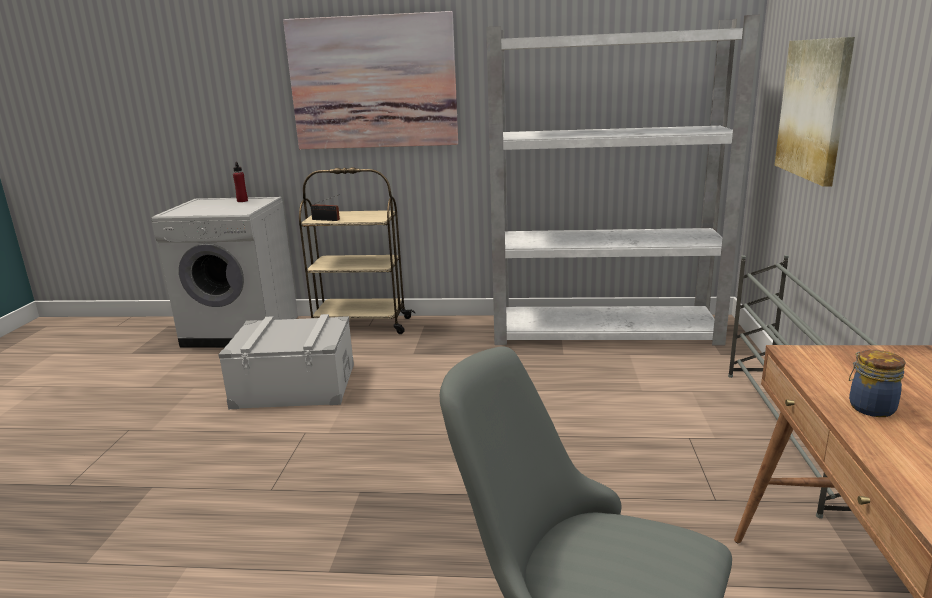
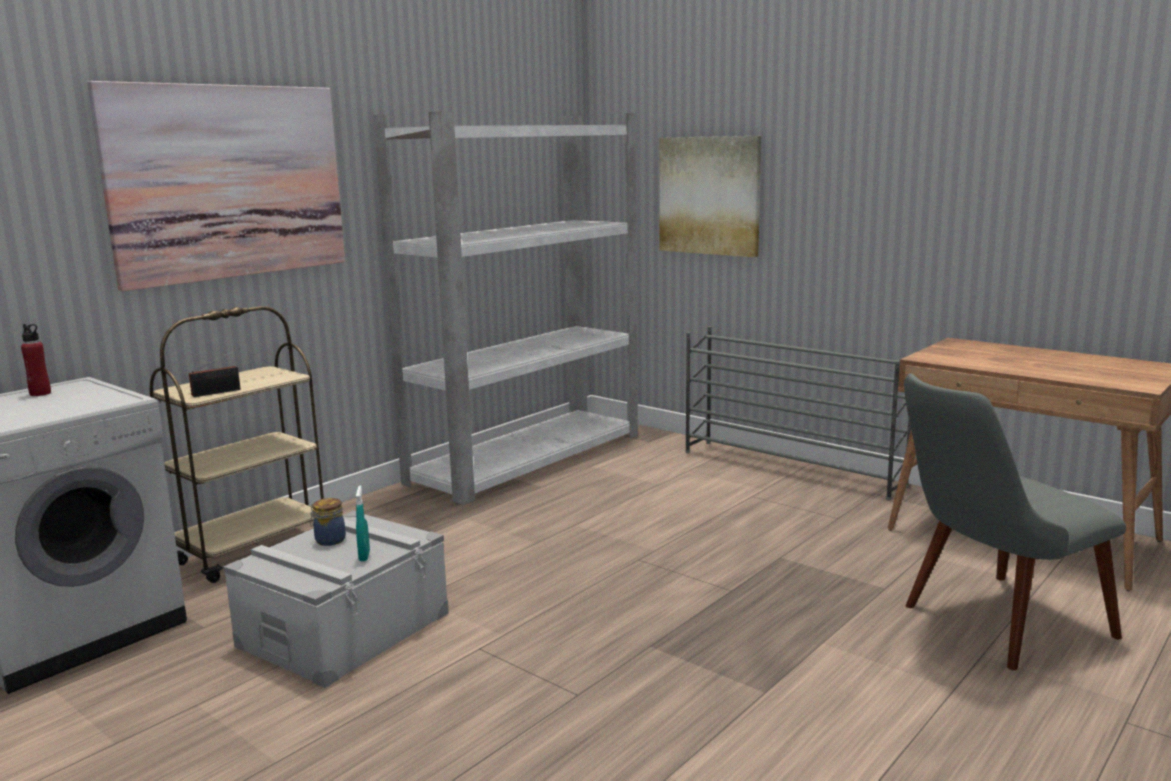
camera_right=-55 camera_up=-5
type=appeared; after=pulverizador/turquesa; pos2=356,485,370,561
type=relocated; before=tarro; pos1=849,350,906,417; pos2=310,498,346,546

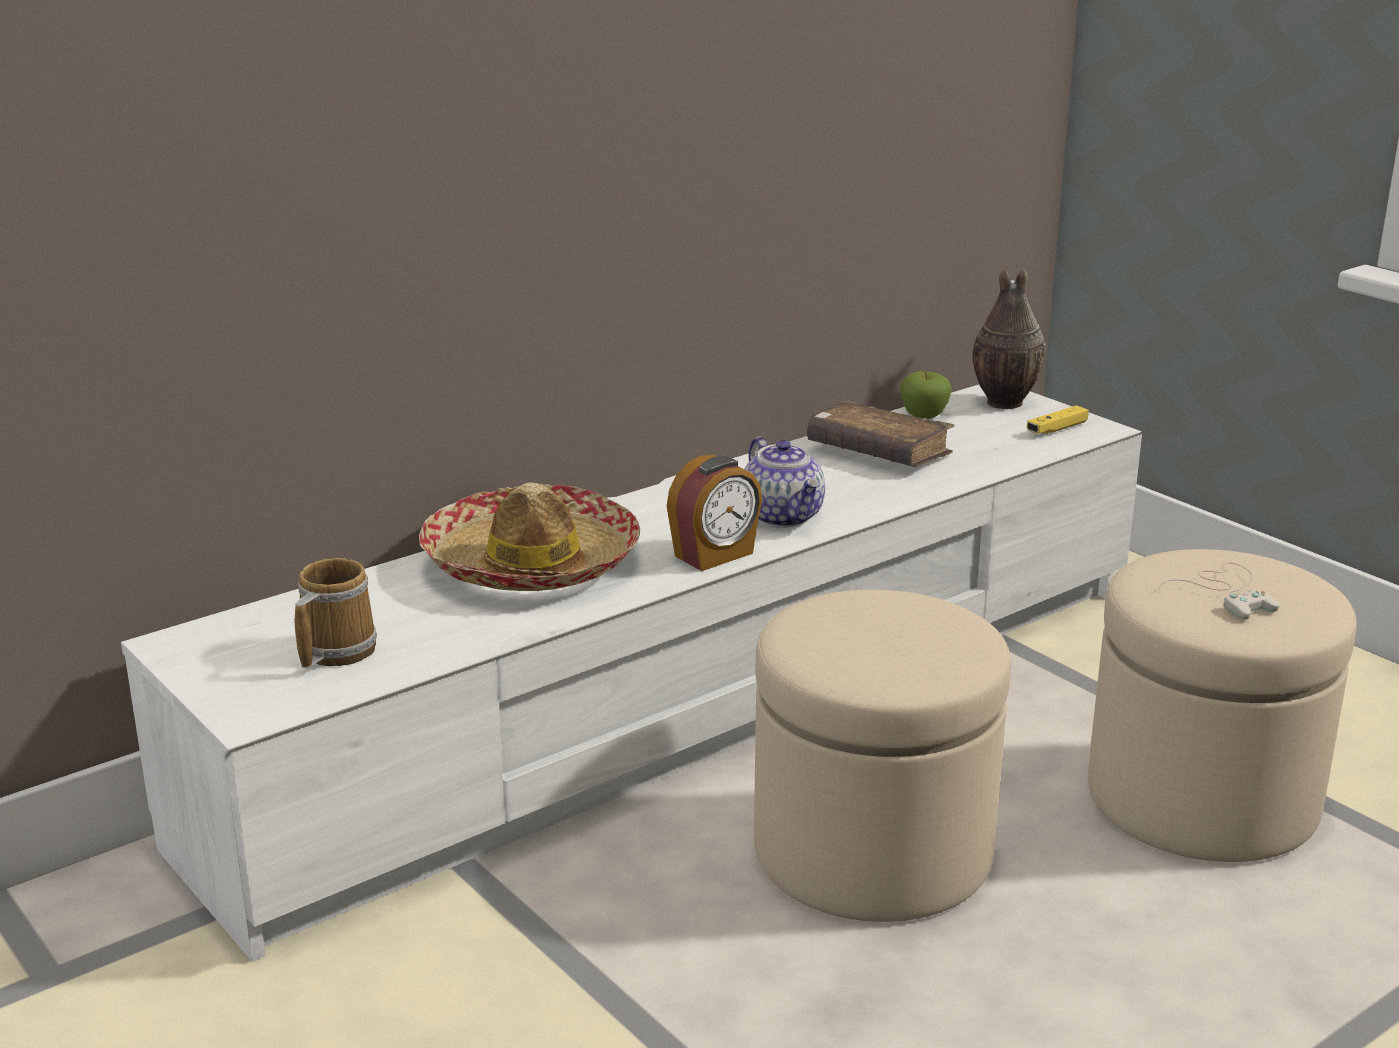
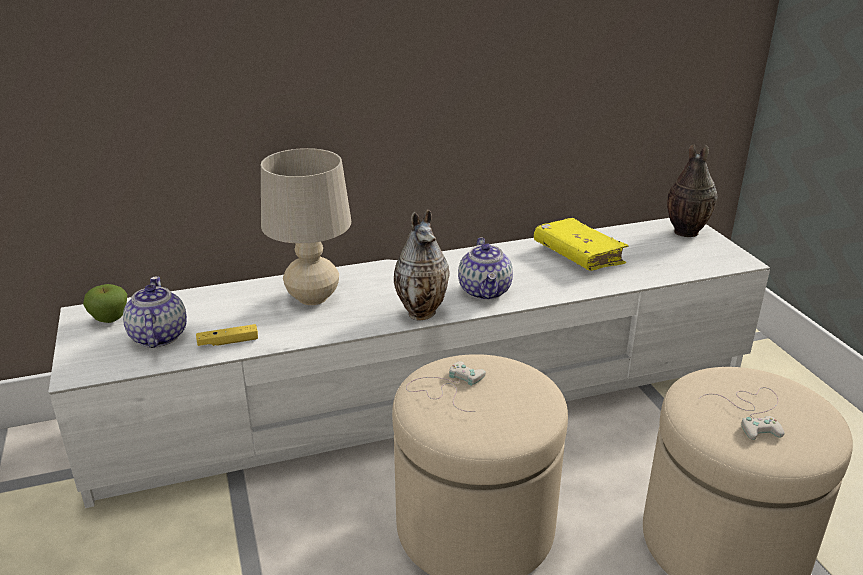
camera_right=20 camera_up=5
type=appeared; after=mando de consola/blanco; pos2=406,361,486,412
type=relocated; before=manzana; pos1=900,371,952,419; pos2=83,284,127,323
type=relocated; before=mando de consola/amarillo; pos1=1026,405,1089,434; pos2=196,324,258,346
type=exchanged; before=taza grande; after=tetera; pos1=295,558,377,668; pos2=123,276,187,348
type=exchanged; before=sombrero; after=lámpara de mesa/beis; pos1=419,482,640,591; pos2=261,148,351,305
type=exchanged; before=despertador; after=florero; pos1=667,455,762,571; pos2=394,209,450,320
type=colour; before=libro/marrón; after=libro/amarillo; pos1=807,401,954,467; pos2=534,218,629,271

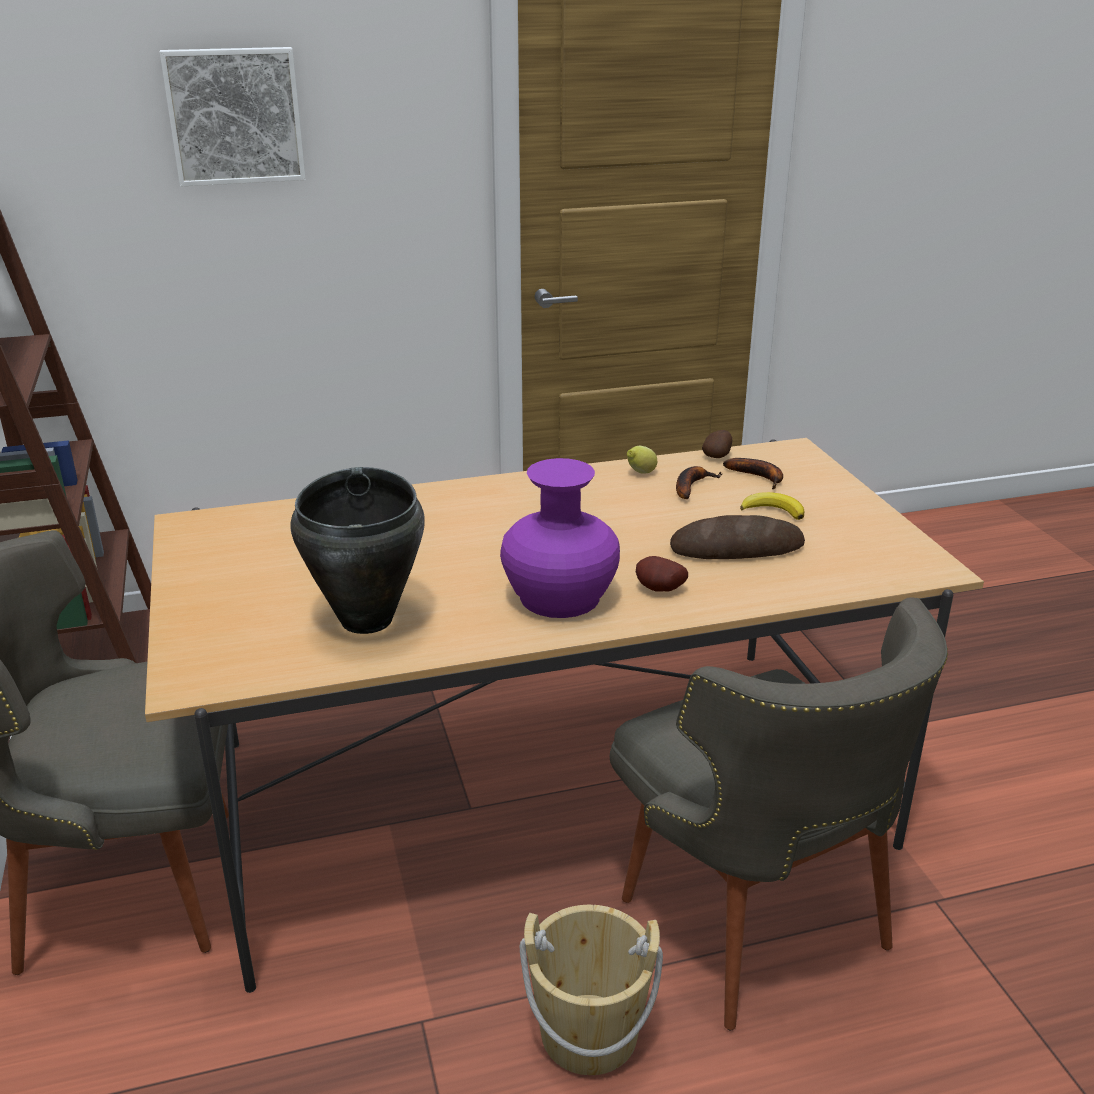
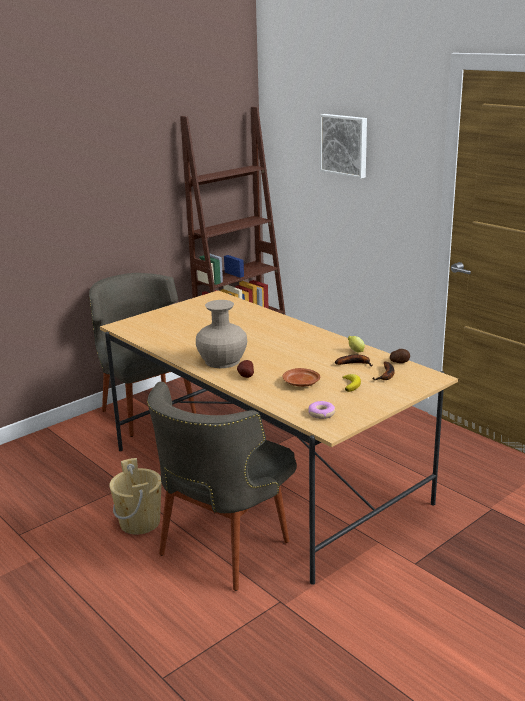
camera_right=65 camera_up=-5
type=missing; before=olla/negro; pos1=290,467,425,634
type=appeared; after=rosquilla; pos2=308,401,335,419
type=exchanged; before=pan; after=plato/marrón; pos1=670,515,805,559; pos2=283,368,320,387
type=colour; before=florero/morado; after=florero/beis; pos1=500,458,620,618; pos2=196,300,247,368

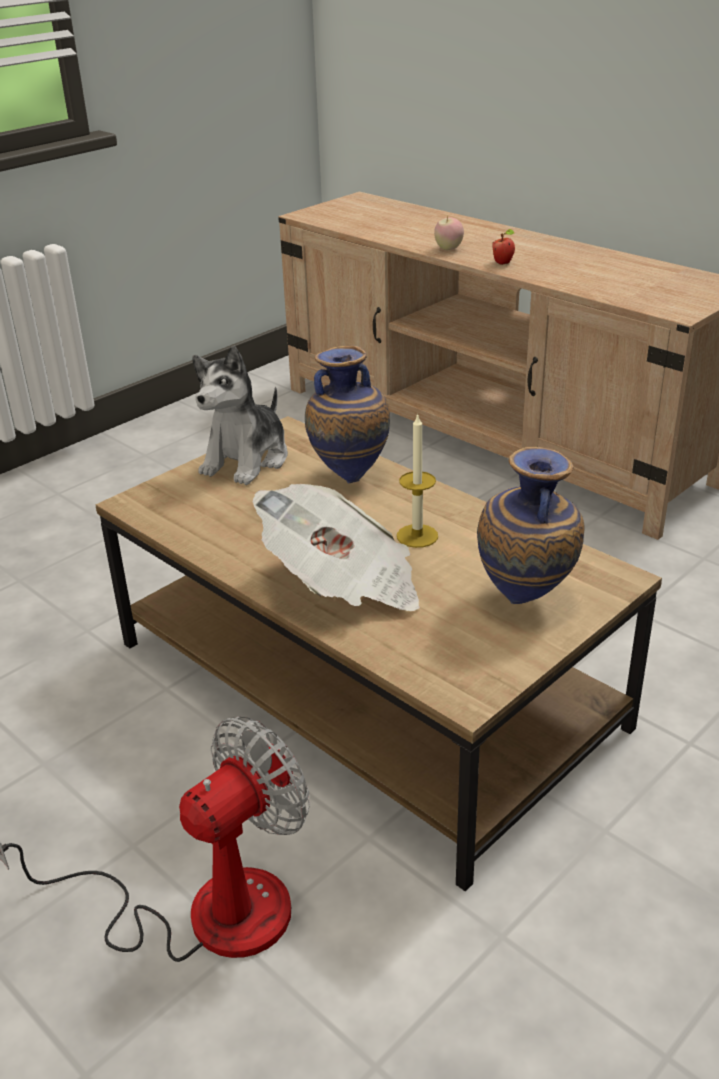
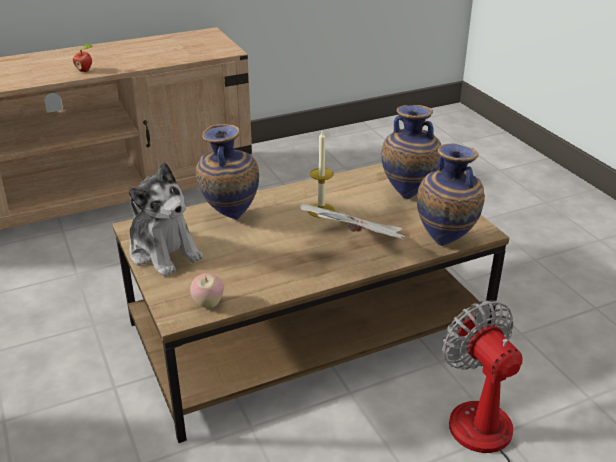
camera_right=-70 camera_up=0
type=appeared; after=florero; pos2=417,144,485,246
type=relocated; before=manzana; pos1=434,215,464,250; pos2=190,273,224,308

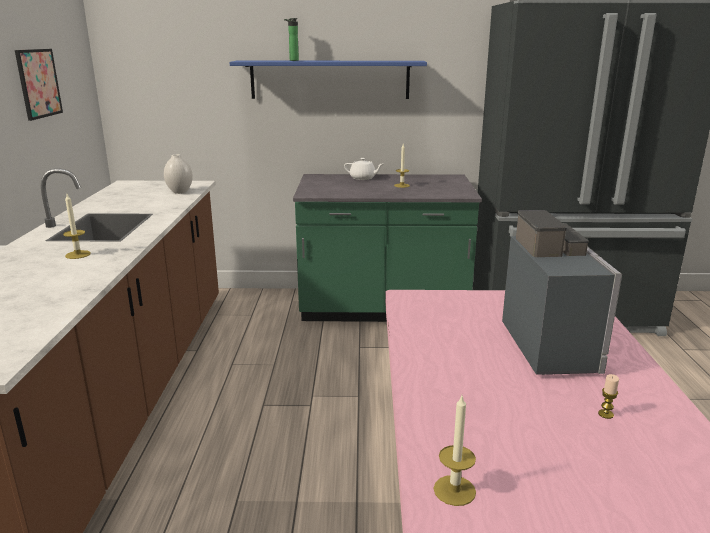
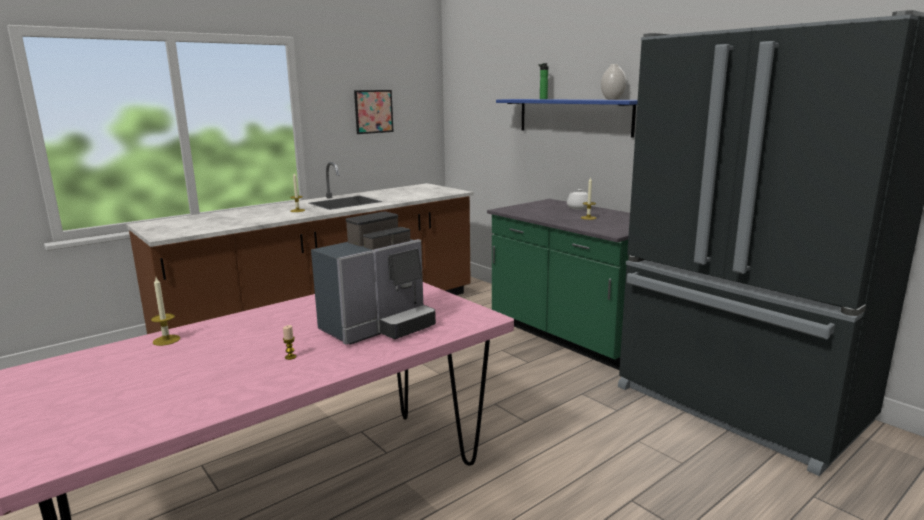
camera_right=50 camera_up=-5
type=relocated; before=florero/blanco; pos1=164,154,193,194; pos2=601,64,626,100

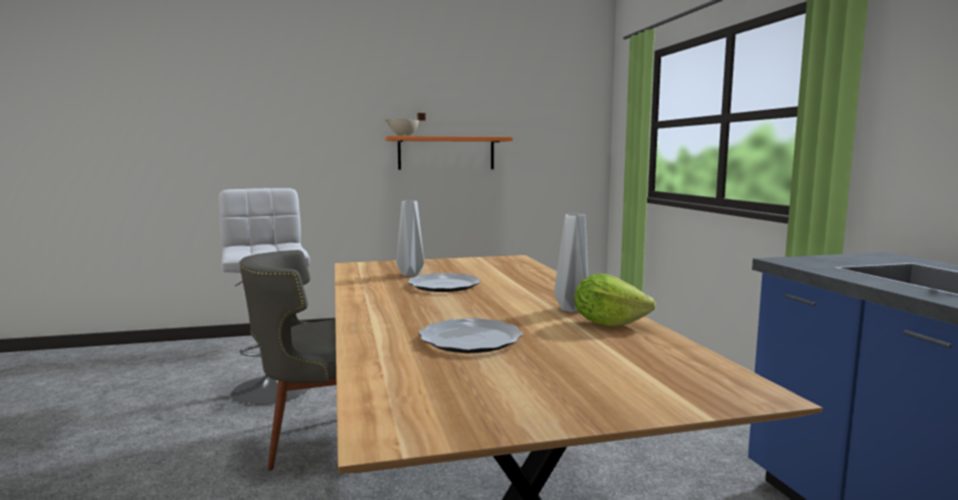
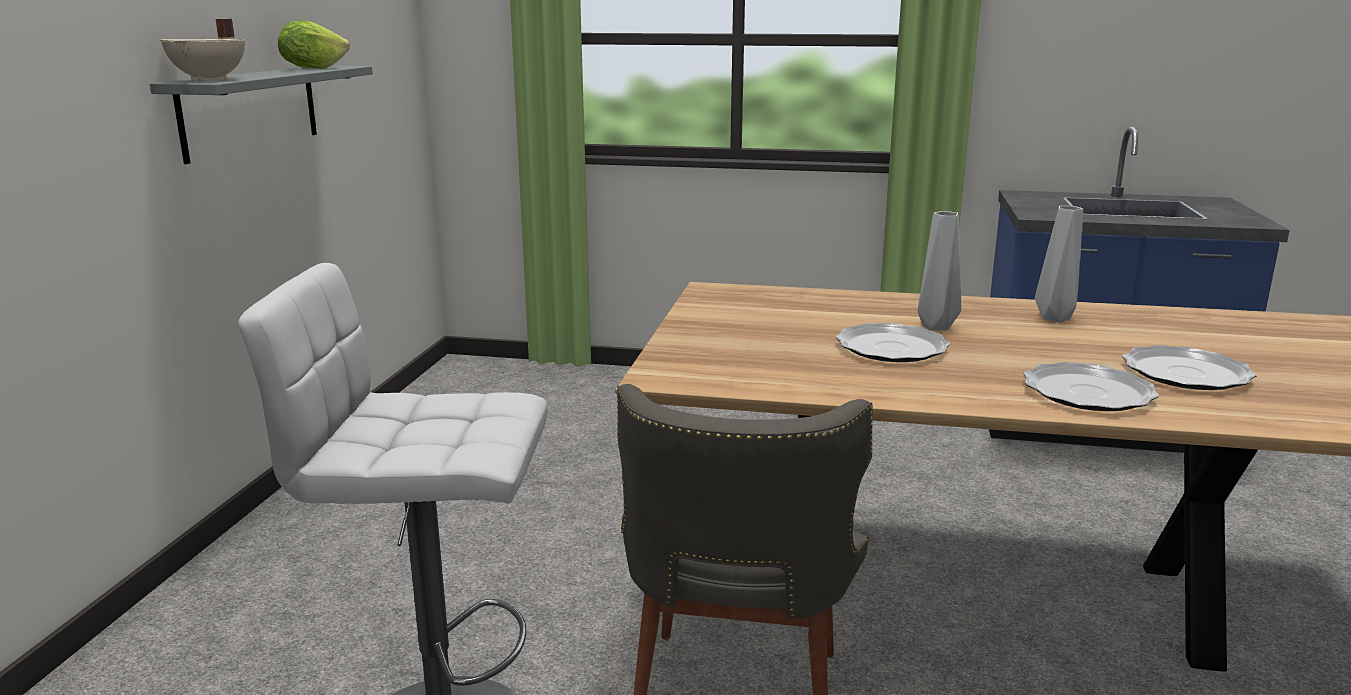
camera_right=-65 camera_up=10
type=appeared; after=plato; pos2=1023,362,1159,411
type=relocated; before=florero/gris; pos1=397,201,424,276; pos2=918,211,961,330
type=relocated; before=lechuga; pos1=574,273,656,327; pos2=278,20,350,69
type=colour; before=estante/naranja; after=estante/gris; pos1=385,136,513,170; pos2=150,65,373,164

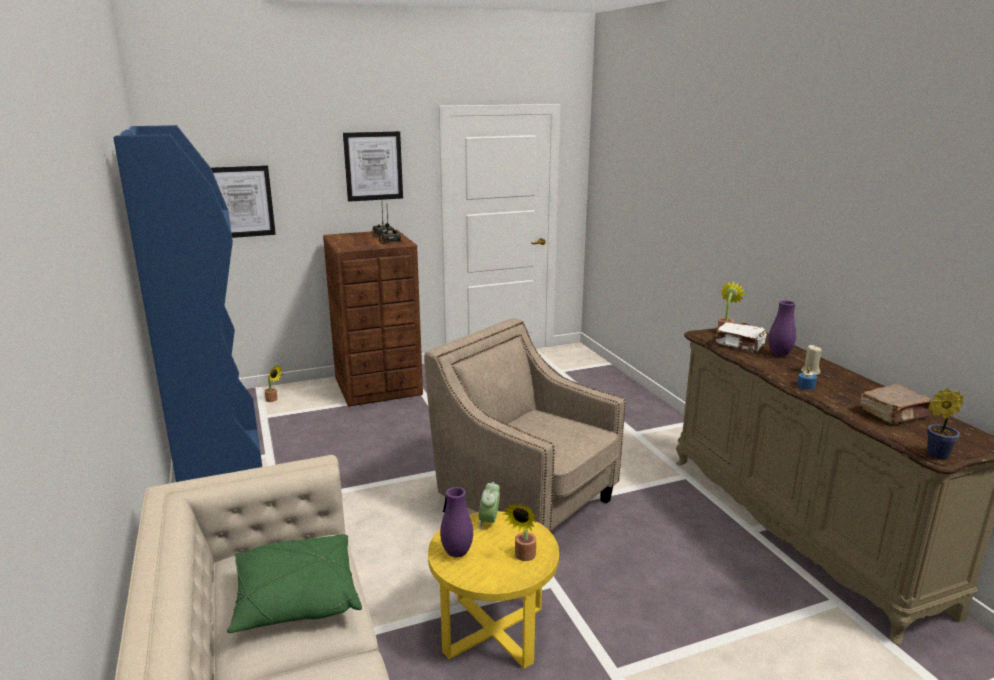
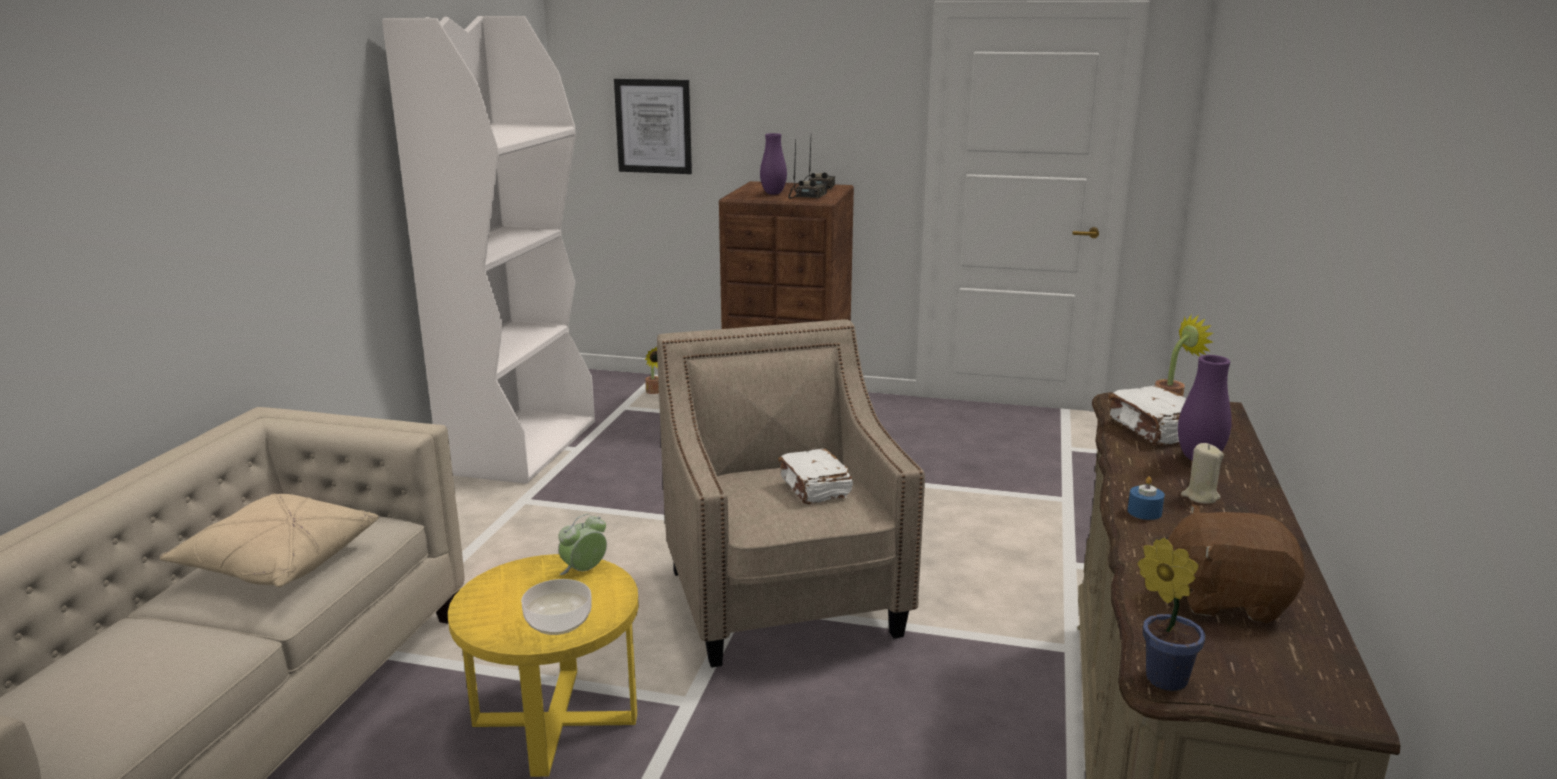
camera_right=35 camera_up=0
type=missing; before=cuadro; pos1=343,131,403,202
type=appeared; after=libro/blanco; pos2=778,449,853,504
type=relocated; before=florero/morado; pos1=440,487,473,557; pos2=760,133,787,195
type=exchanged; before=planta en maceta; after=cuenco; pos1=503,503,537,561; pos2=521,579,592,635
type=exchanged; before=libro/marrón; after=peluche/marrón; pos1=860,384,932,423; pos2=1166,504,1305,623
type=colour; before=estantería/azul; after=estantería/blanco; pos1=114,125,262,482; pos2=382,16,595,484
type=colour; before=cojín/verde; after=cojín/beis; pos1=227,534,362,633; pos2=160,493,379,587

